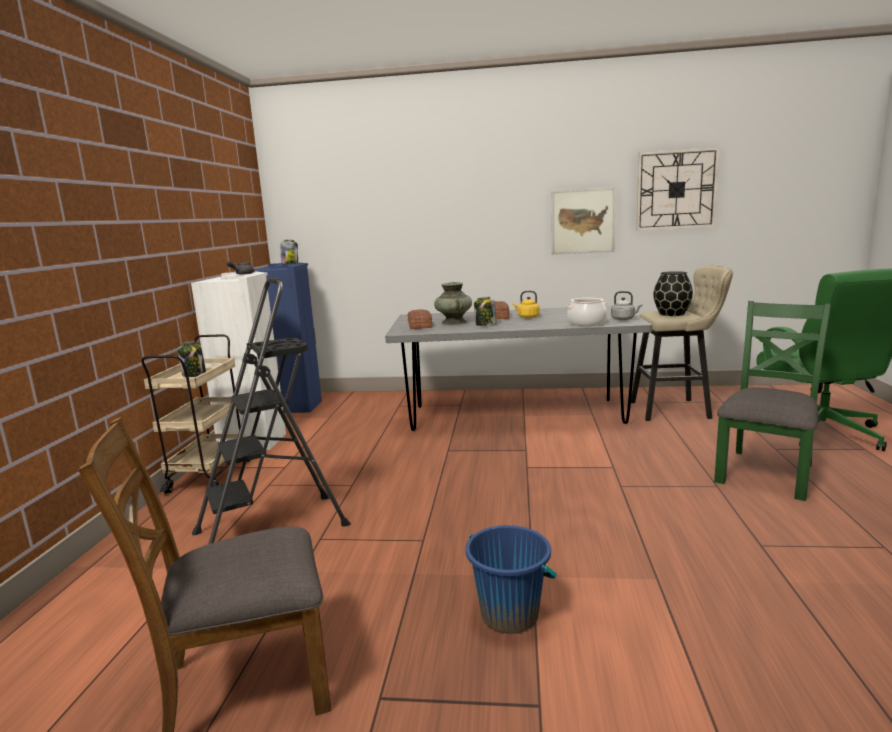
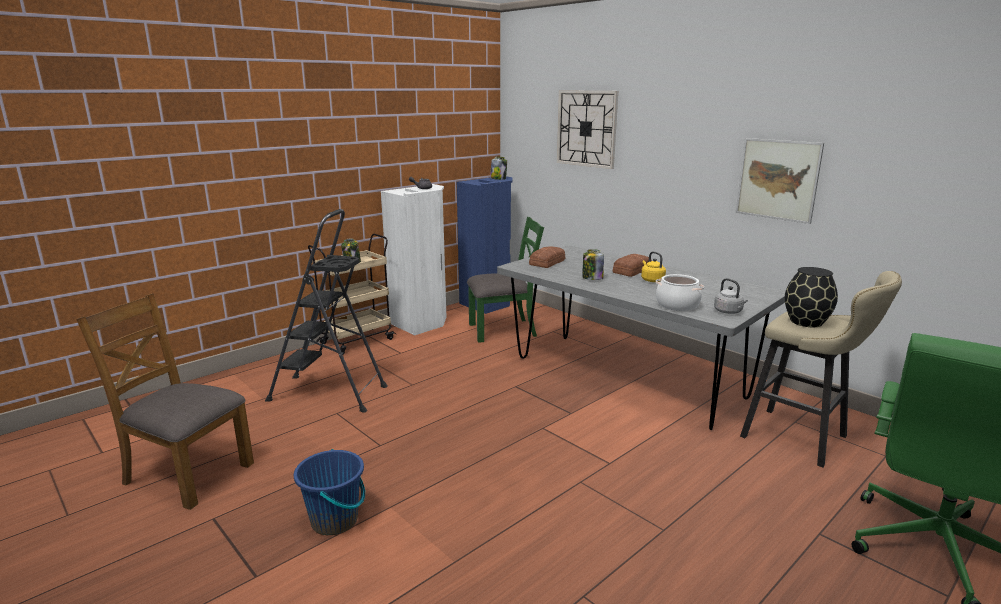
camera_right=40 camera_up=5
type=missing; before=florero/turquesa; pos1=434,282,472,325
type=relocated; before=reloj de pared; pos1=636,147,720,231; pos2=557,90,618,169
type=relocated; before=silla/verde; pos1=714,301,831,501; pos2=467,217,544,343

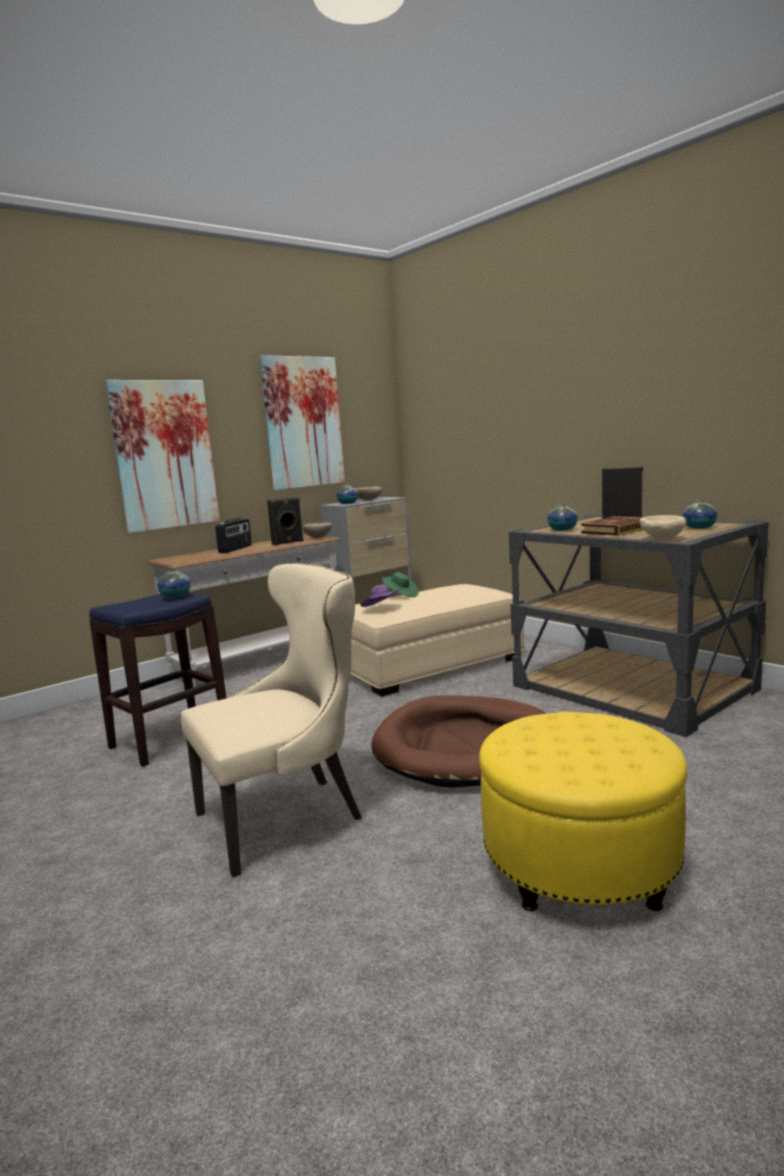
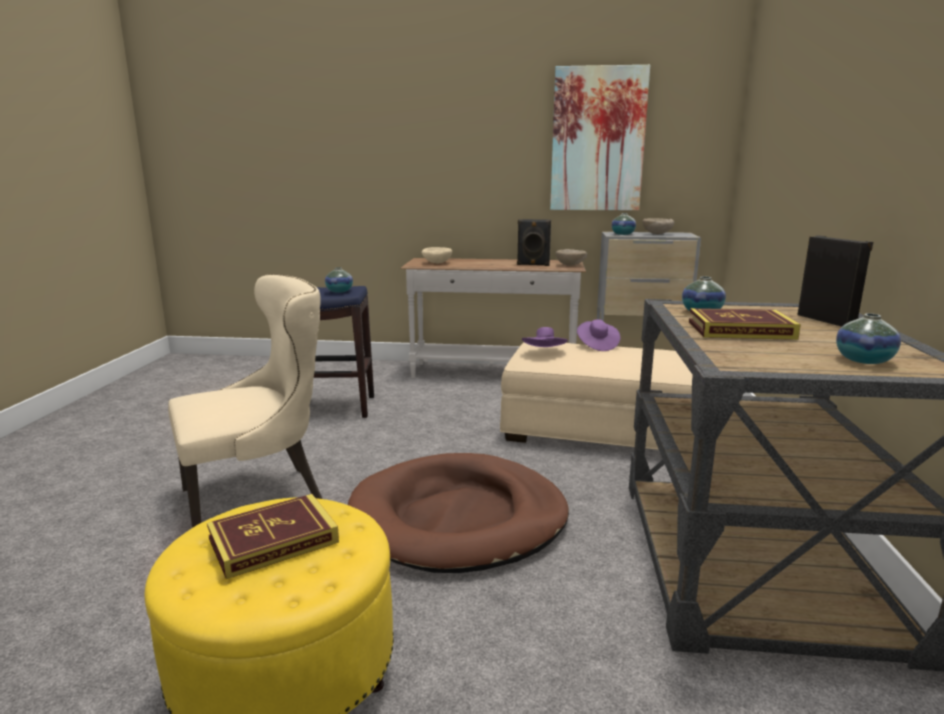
camera_right=45 camera_up=5
type=missing; before=cuadro; pos1=105,380,220,533
type=missing; before=radio; pos1=215,518,252,553
type=appeared; after=libro; pos2=207,494,339,579
type=relocated; before=cuenco/beis; pos1=640,515,686,539; pos2=422,247,452,264
type=colour; before=sombrero/verde; after=sombrero/morado; pos1=382,572,418,597; pos2=577,319,620,351
type=spun; before=silla/beis; pos1=181,563,362,877; pos2=168,274,322,528; turn=-45

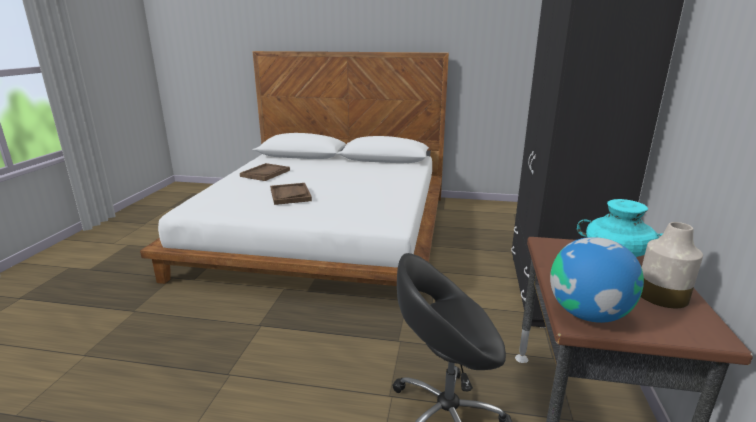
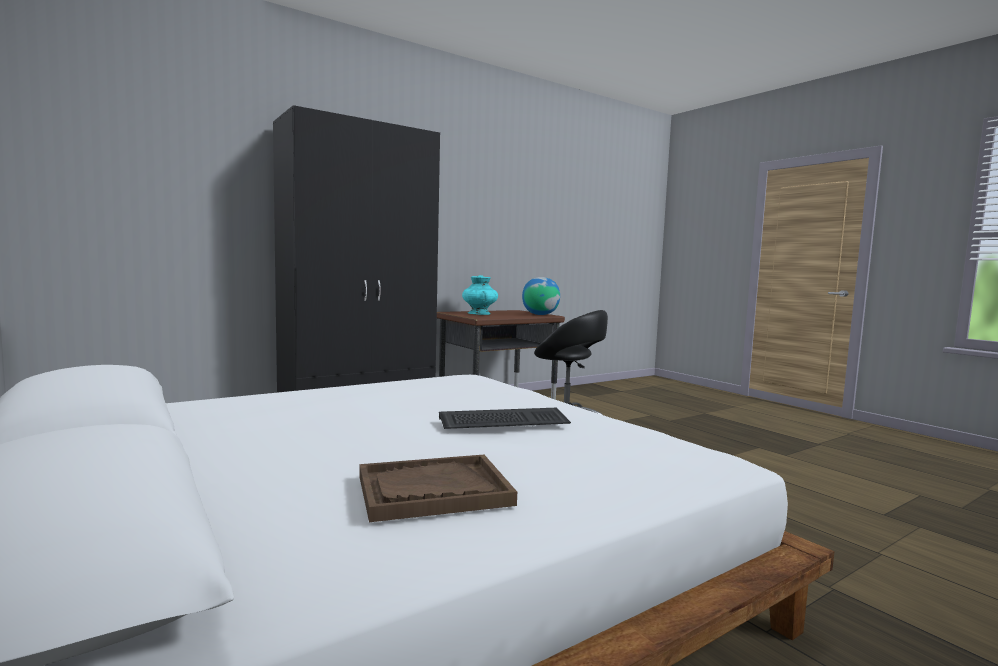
camera_right=-135 camera_up=-15
type=missing; before=florero/beis; pos1=641,222,703,308
type=exchanged; before=bandeja/marrón; after=teclado; pos1=270,183,312,205; pos2=439,408,571,429

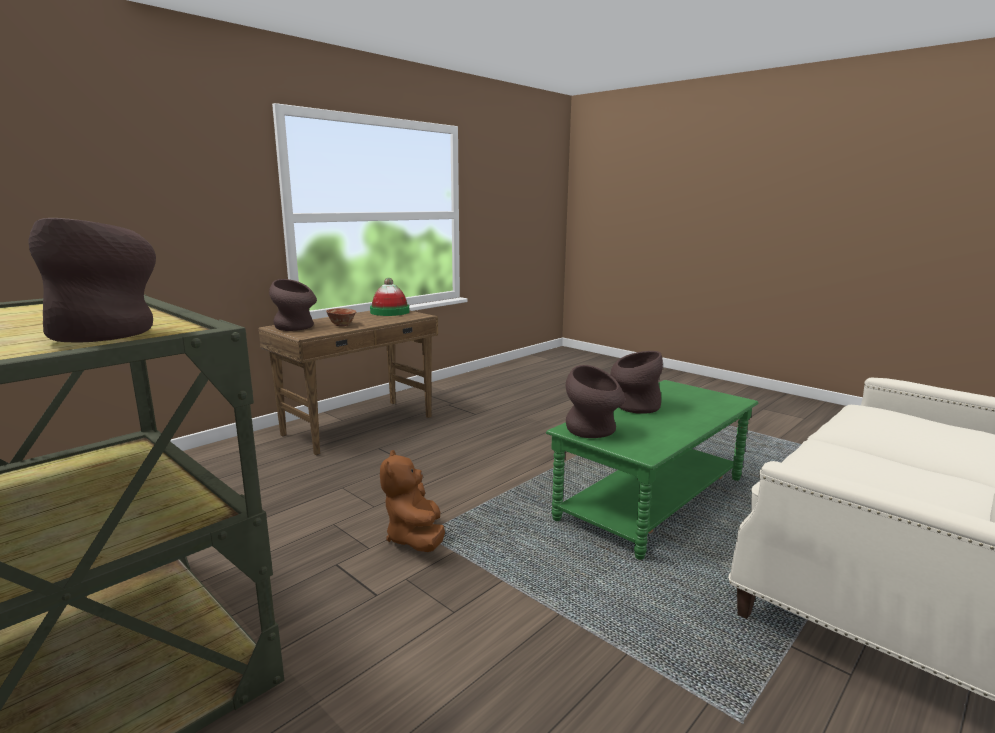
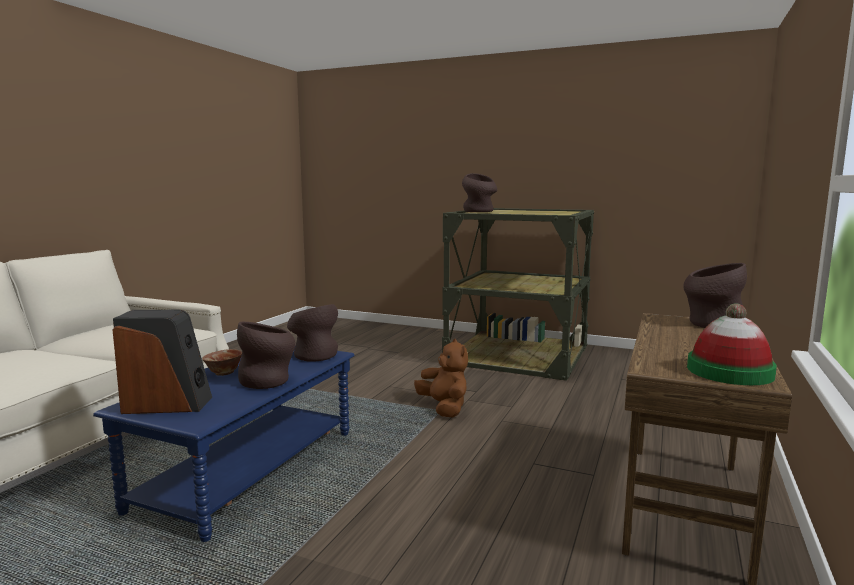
camera_right=160 camera_up=-5
type=appeared; after=altavoz; pos2=112,310,212,414
type=relocated; before=cuenco; pos1=326,308,356,326; pos2=202,349,242,376
type=colour; before=mesa de centro/verde; after=mesa de centro/azul; pos1=546,380,758,560; pos2=93,345,355,542

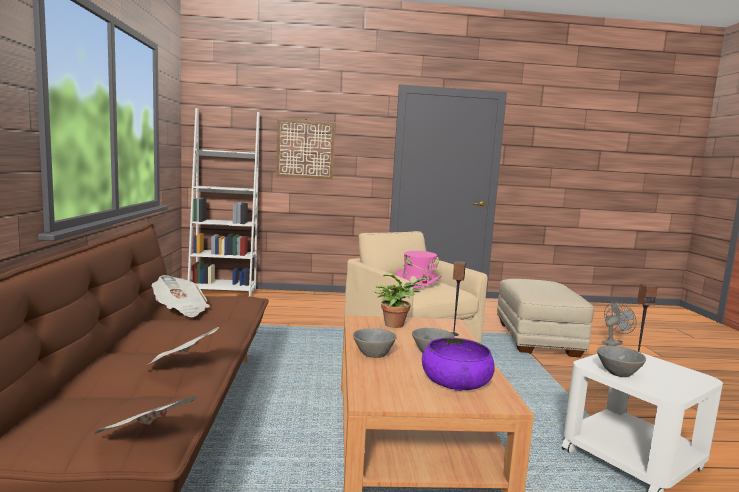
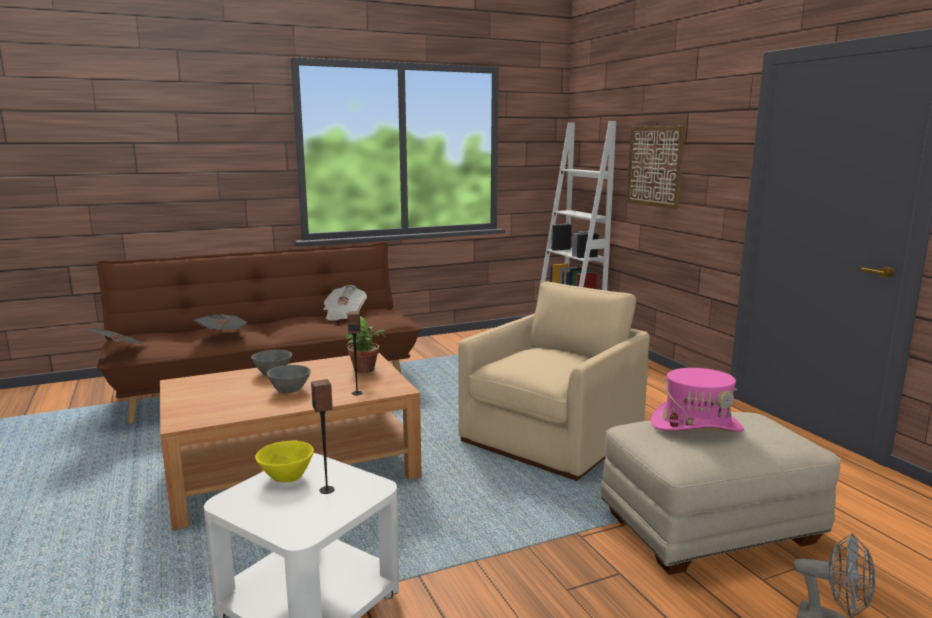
camera_right=70 camera_up=5
type=missing; before=cuenco/morado; pos1=422,338,495,391
type=relocated; before=sombrero/rosa; pos1=397,251,442,288; pos2=651,368,744,432
type=colour; before=cuenco/gris; after=cuenco/amarillo; pos1=597,346,646,377; pos2=255,441,314,483

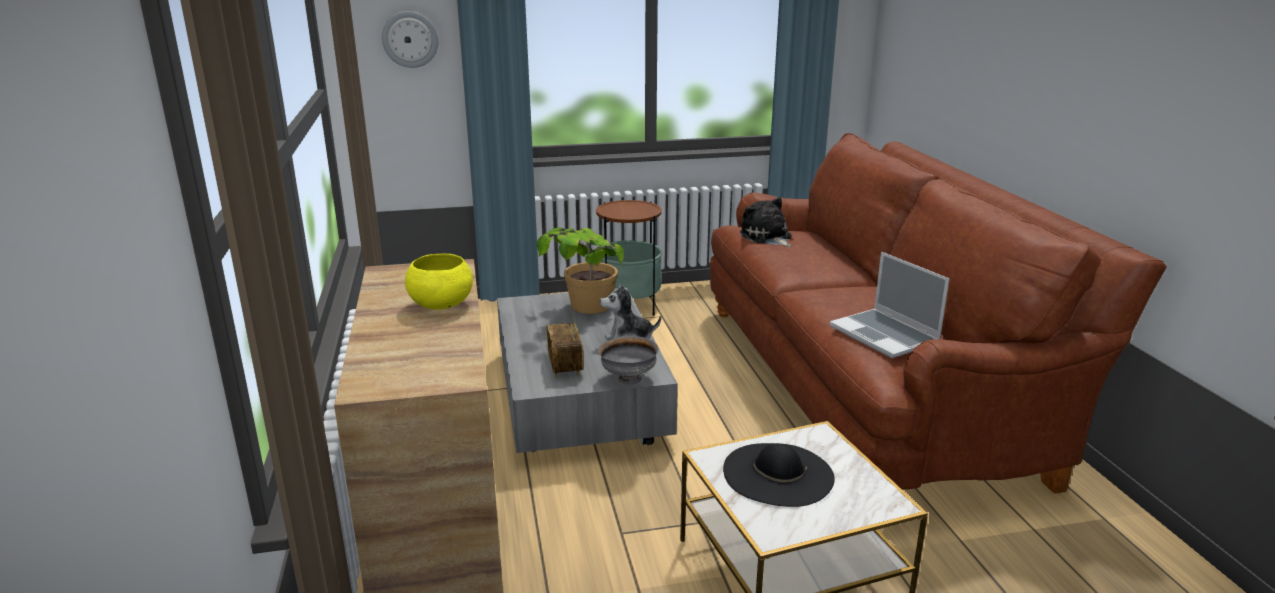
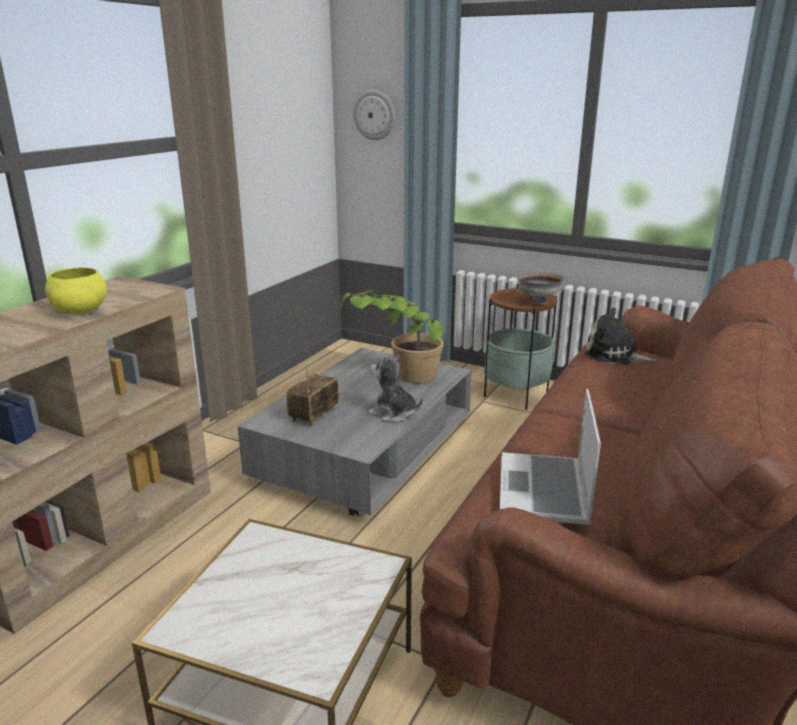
camera_right=40 camera_up=0
type=missing; before=sombrero/negro; pos1=723,443,835,507
type=relocated; before=cuenco/gris; pos1=598,336,659,384; pos2=518,272,564,305
type=spun; before=peluche; pos1=740,197,792,247; pos2=585,308,656,365; turn=-75

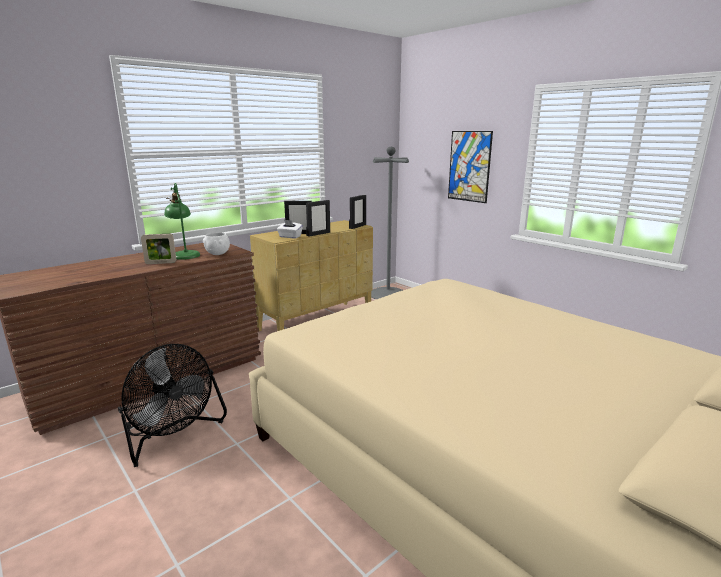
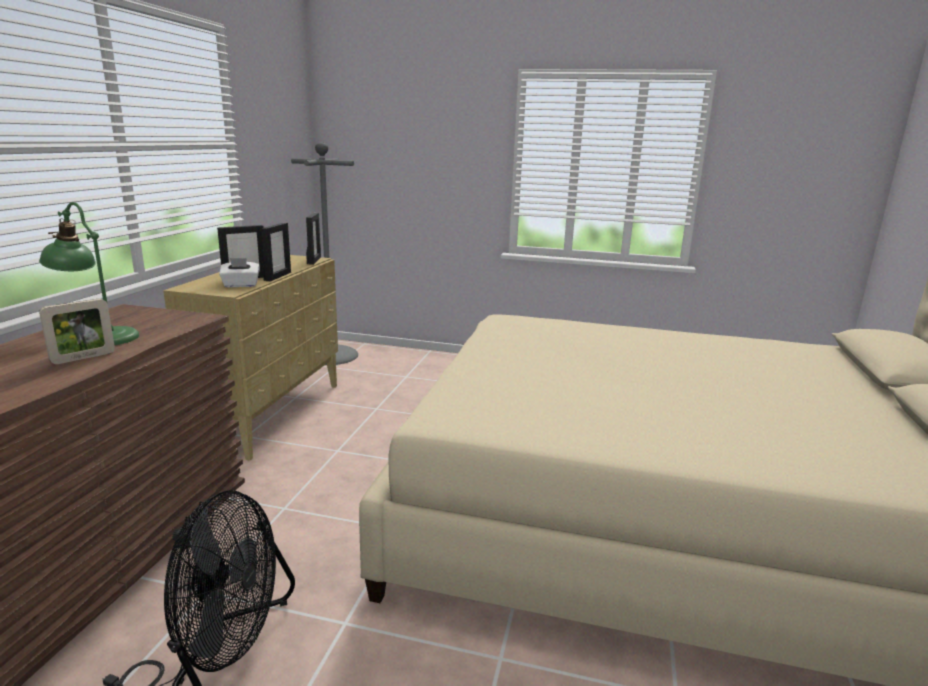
camera_right=-35 camera_up=0
type=missing; before=cuenco/blanco; pos1=203,233,230,255
type=missing; before=cuadro; pos1=448,131,493,203

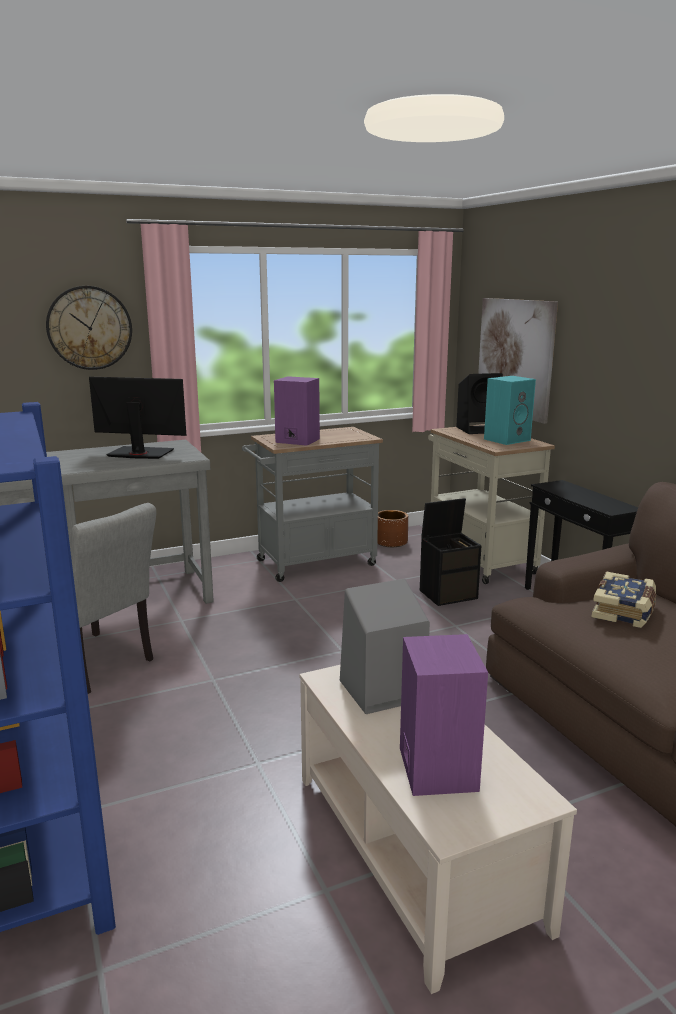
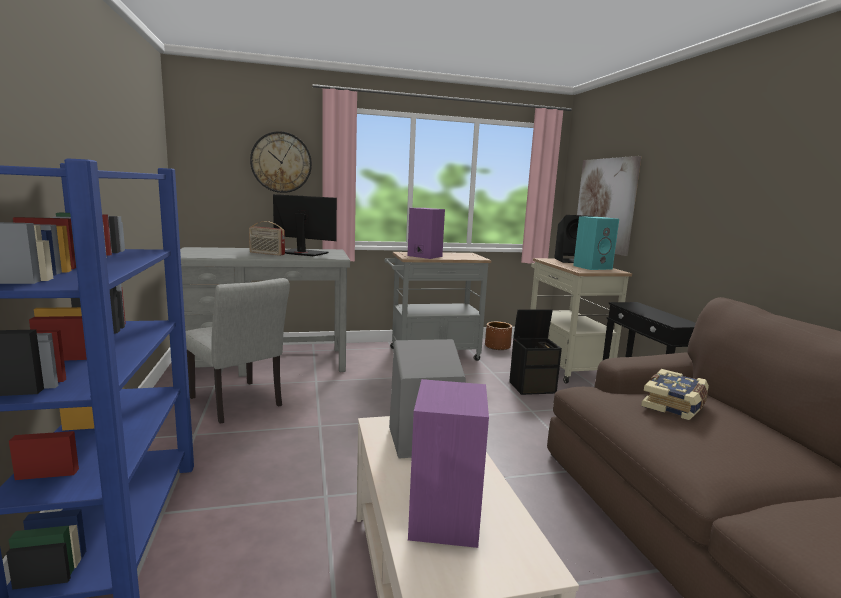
camera_right=10 camera_up=-5
type=appeared; after=radio; pos2=249,221,285,256

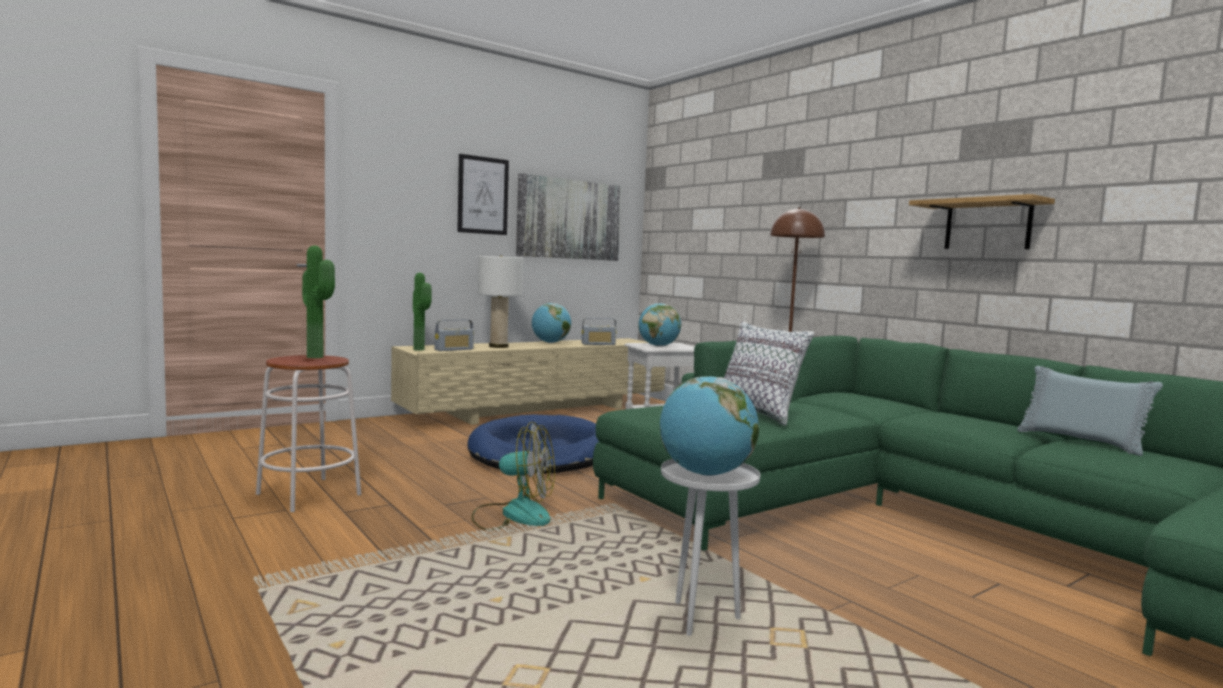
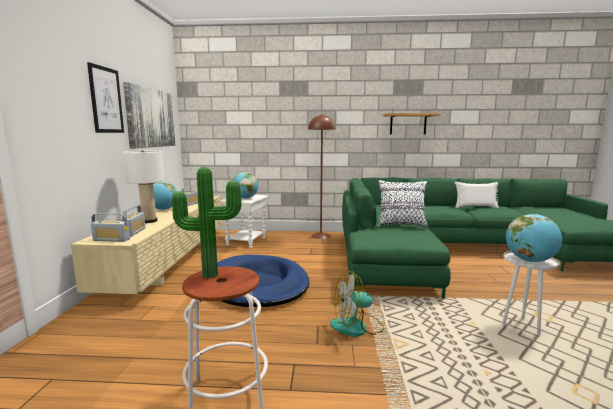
camera_right=-50 camera_up=5
type=exchanged; before=planta en maceta; after=radio; pos1=413,273,432,351; pos2=91,213,130,242
type=colour; before=cojín/azul; after=cojín/blanco; pos1=1017,366,1163,456; pos2=455,182,499,208
type=spun; before=ventilador; pos1=471,422,555,530; pos2=330,271,385,337; turn=-150

